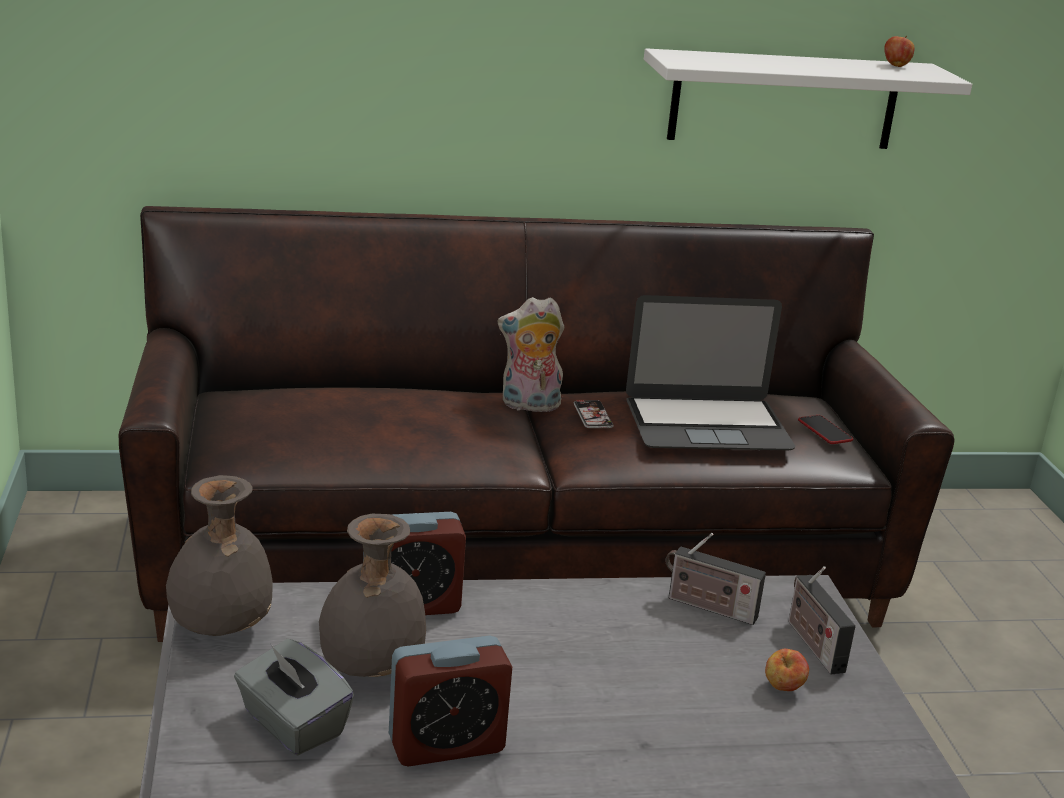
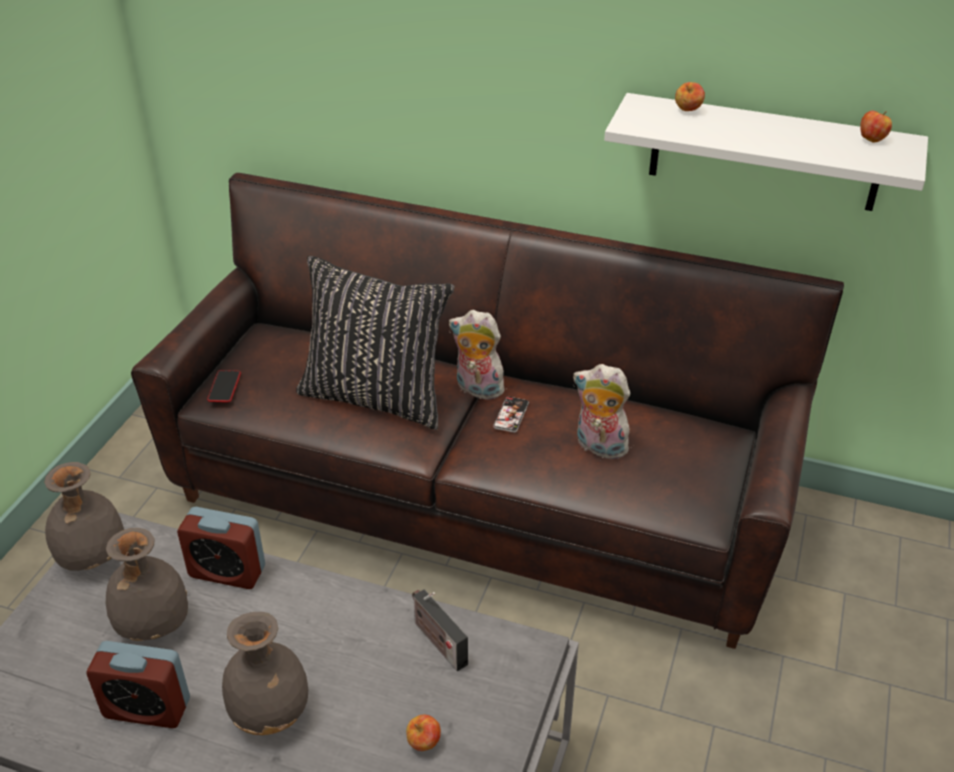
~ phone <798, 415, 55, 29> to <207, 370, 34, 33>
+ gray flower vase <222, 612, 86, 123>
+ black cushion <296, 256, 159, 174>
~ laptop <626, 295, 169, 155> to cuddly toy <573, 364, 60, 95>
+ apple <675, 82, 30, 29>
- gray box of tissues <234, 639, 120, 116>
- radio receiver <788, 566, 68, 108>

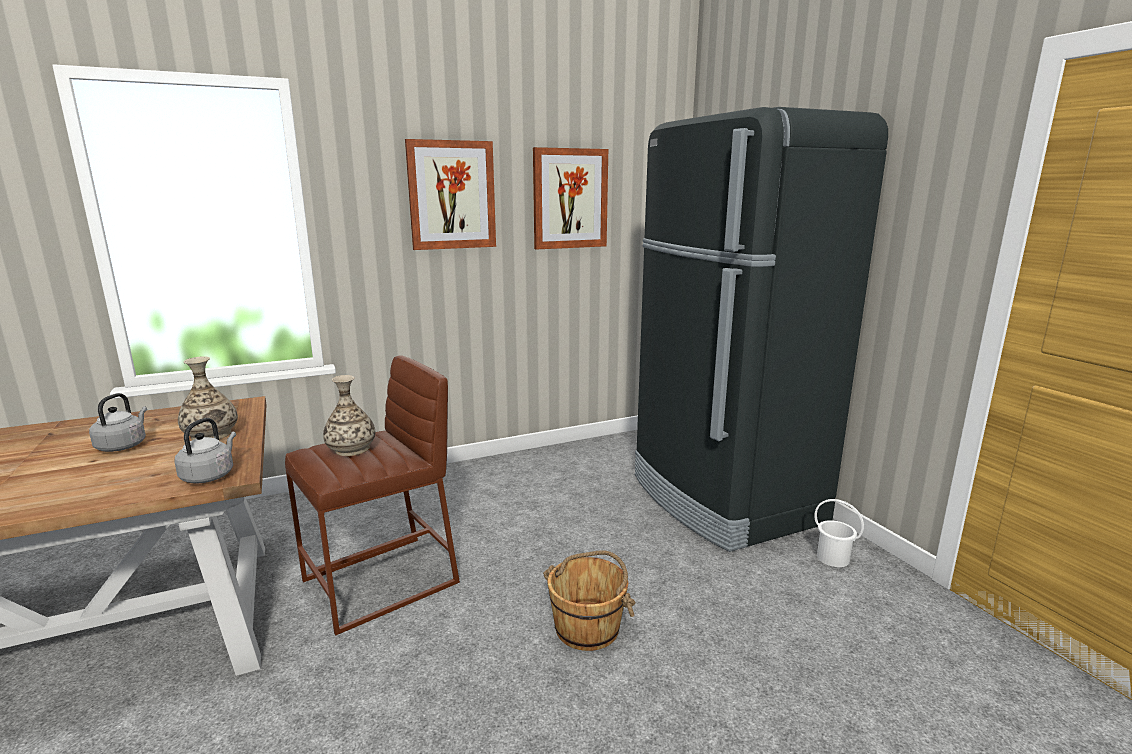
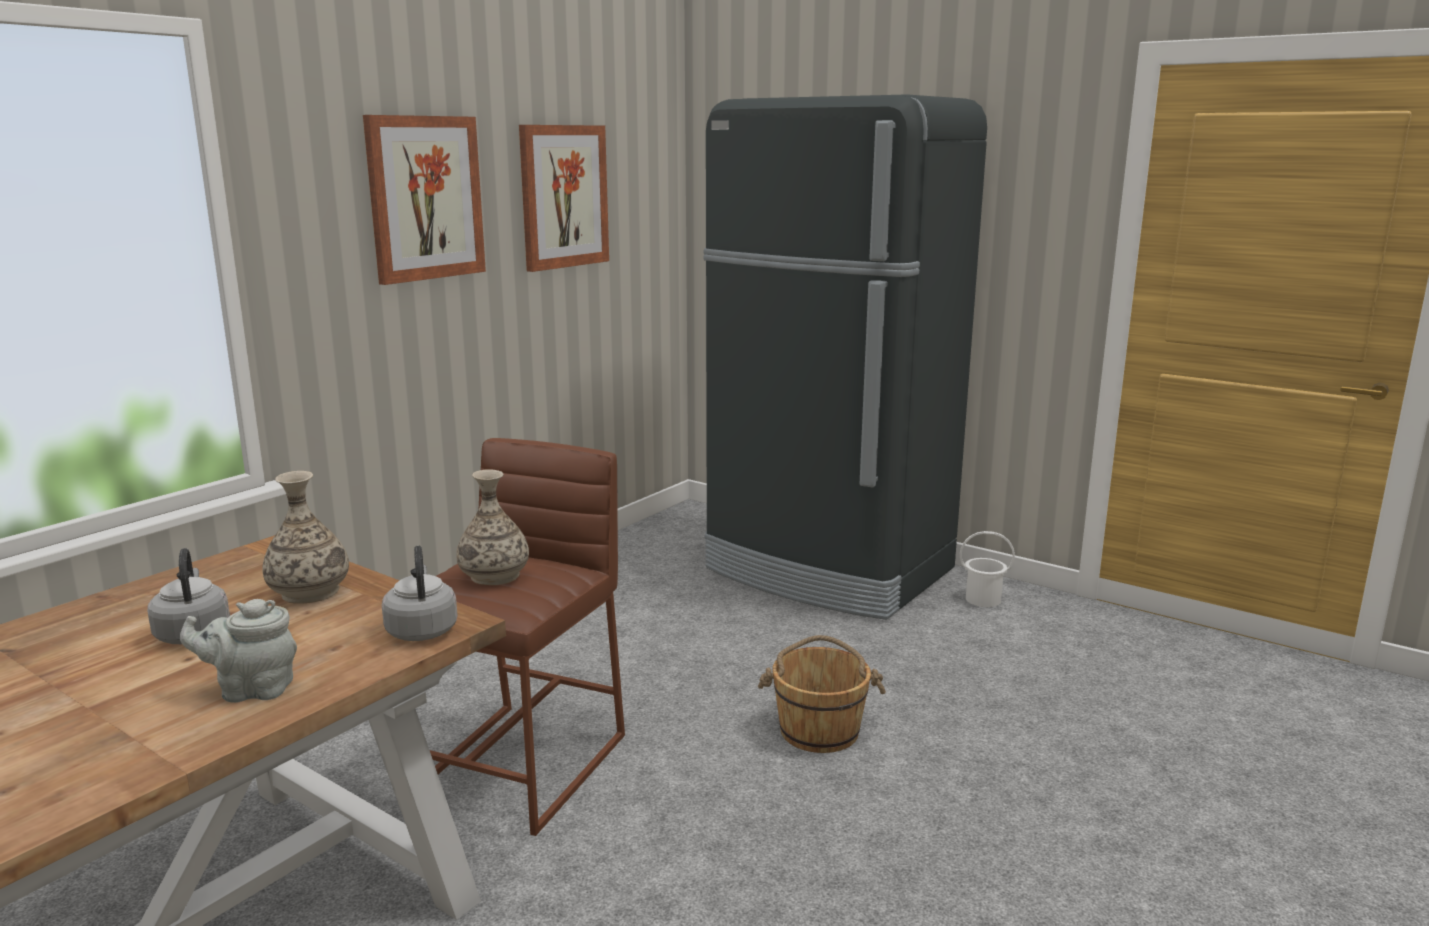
+ gray tea pot <180, 599, 117, 104>

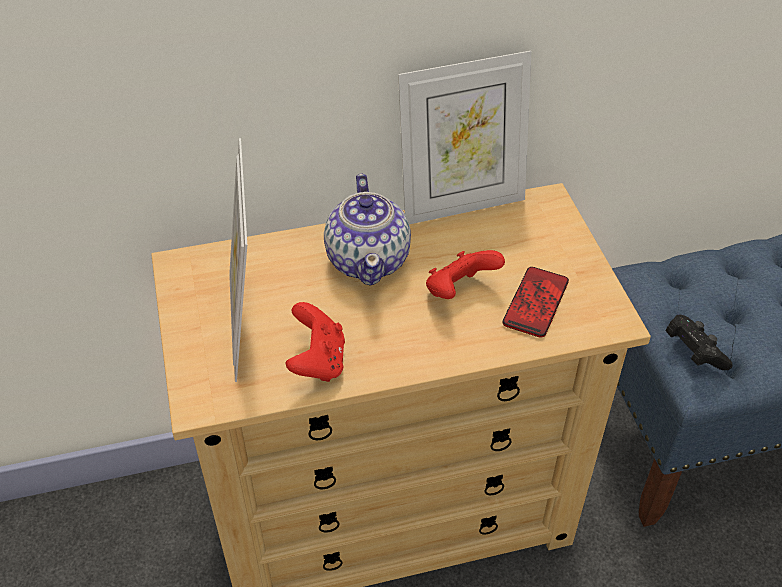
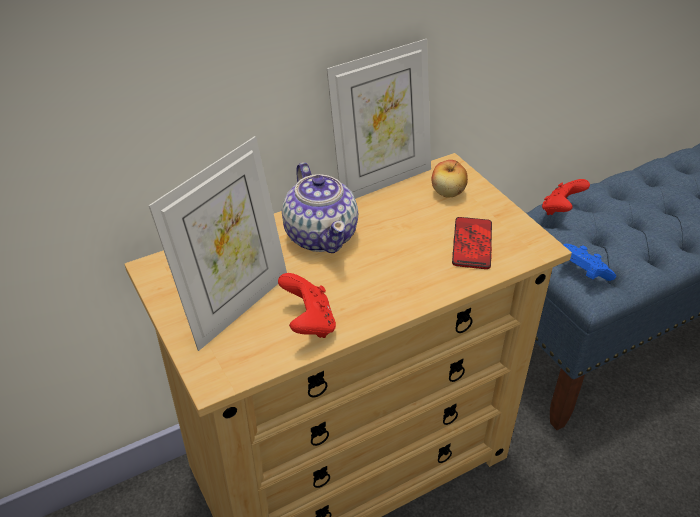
~ picture frame <229, 138, 18, 244> = <148, 136, 139, 215> 120 degrees counterclockwise
+ apple <432, 160, 36, 37>
~ reddish gamepad <426, 250, 79, 49> to <542, 179, 48, 36>
~ black gamepad <665, 315, 68, 55> to bluish gamepad <564, 244, 52, 37>

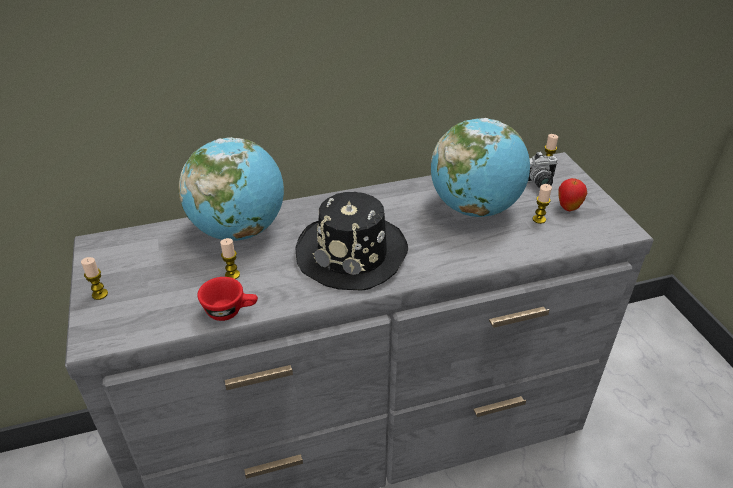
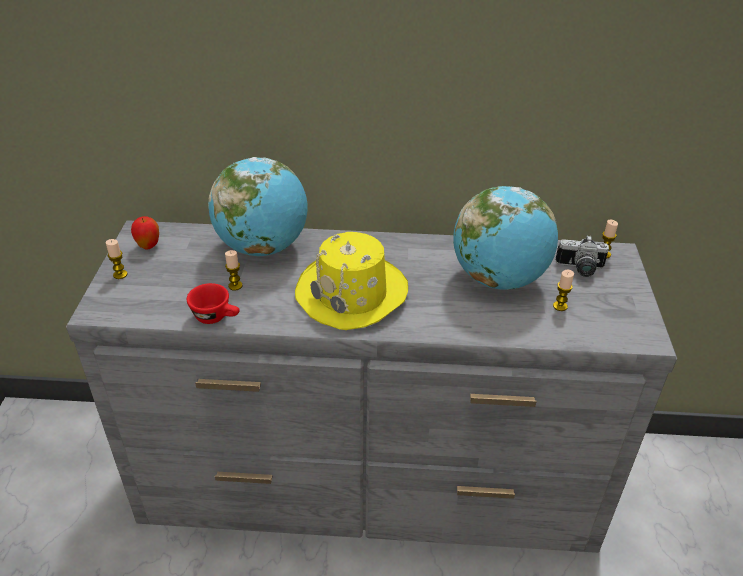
~ apple <558, 178, 29, 33> to <131, 216, 28, 34>
~ black hat <295, 192, 113, 99> to yellowish hat <295, 232, 113, 98>

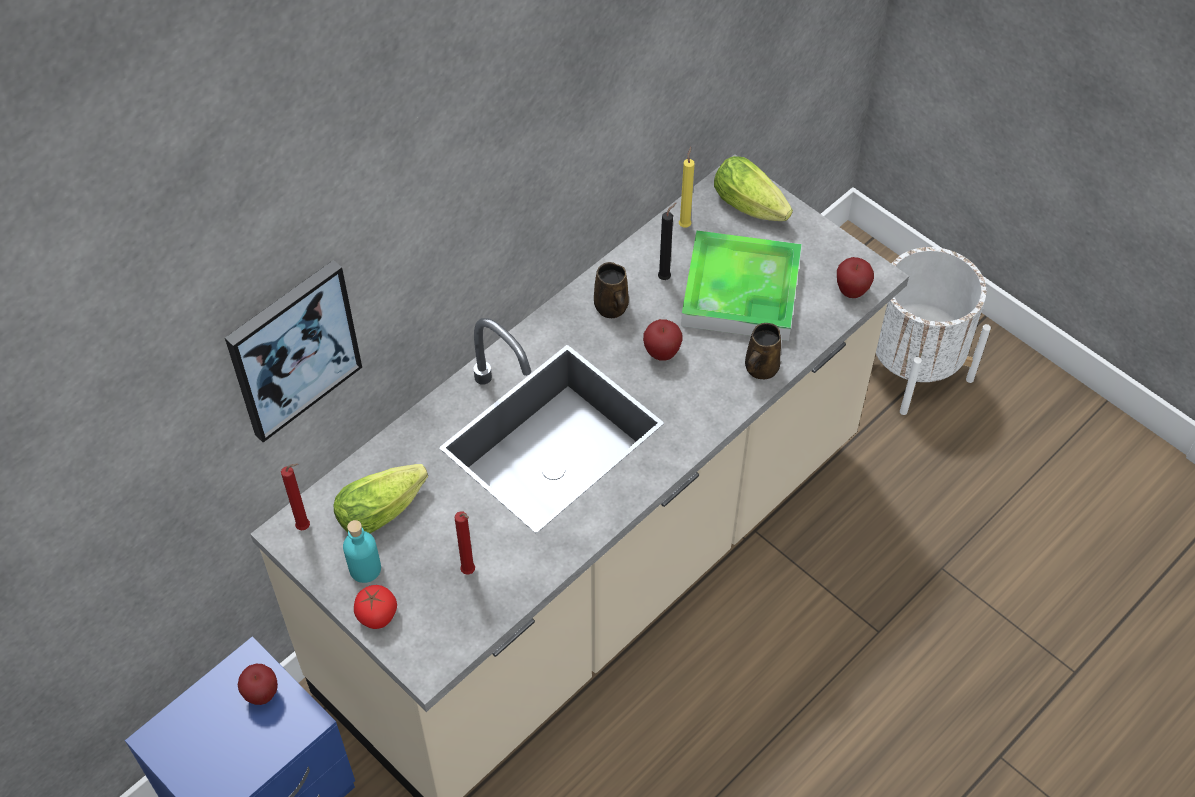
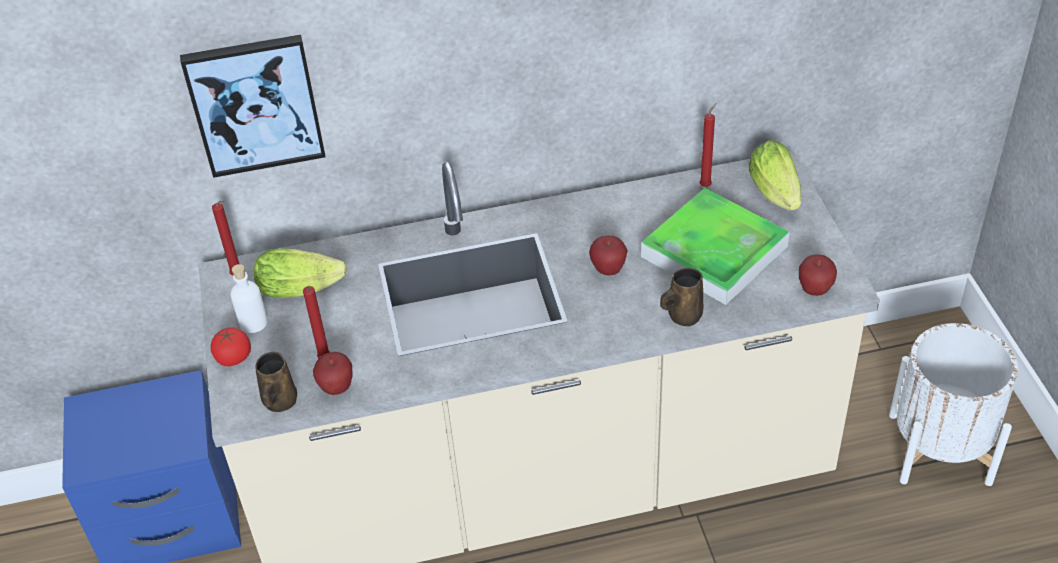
~ turquoise-coloured beverage bottle <343, 520, 38, 63> to white beverage bottle <230, 264, 38, 69>
~ brownish mug <594, 262, 35, 56> to <255, 352, 42, 60>
~ apple <238, 664, 40, 41> to <313, 352, 39, 43>
~ yellowish candle <679, 147, 16, 81> to reddish candle <699, 103, 18, 84>
- black candle <658, 202, 19, 78>

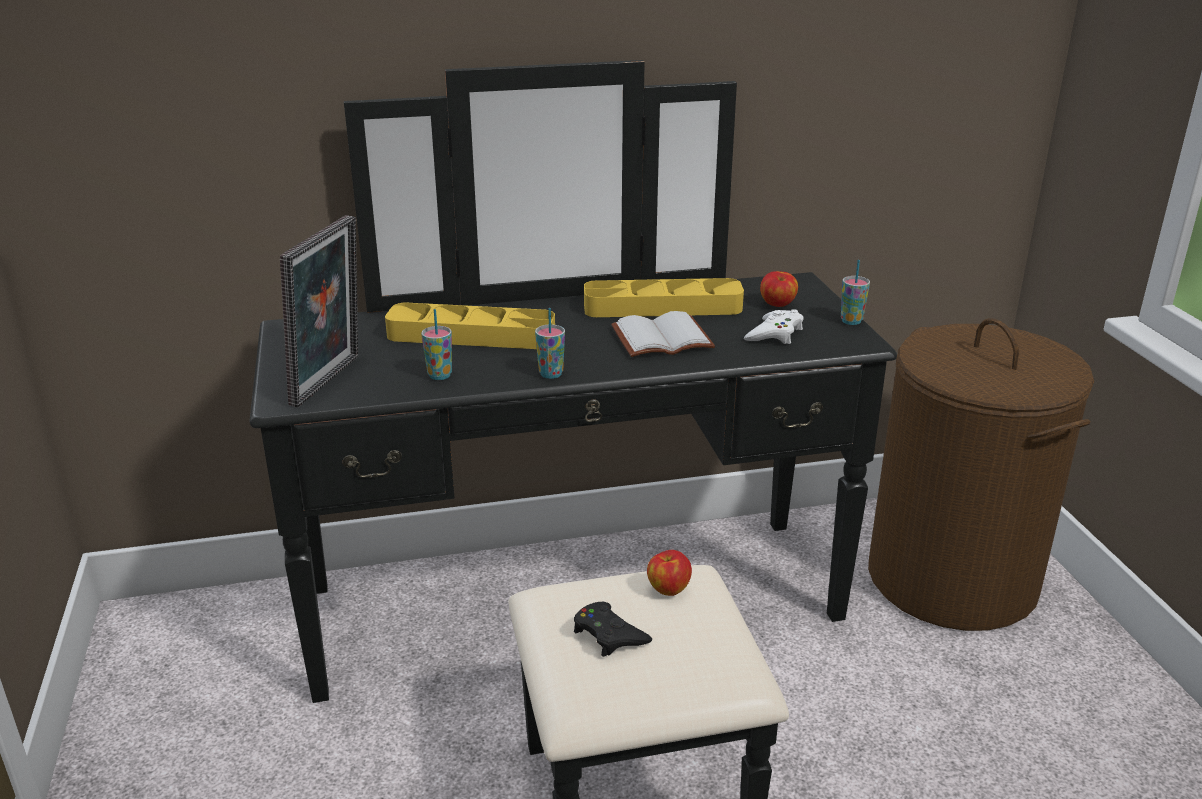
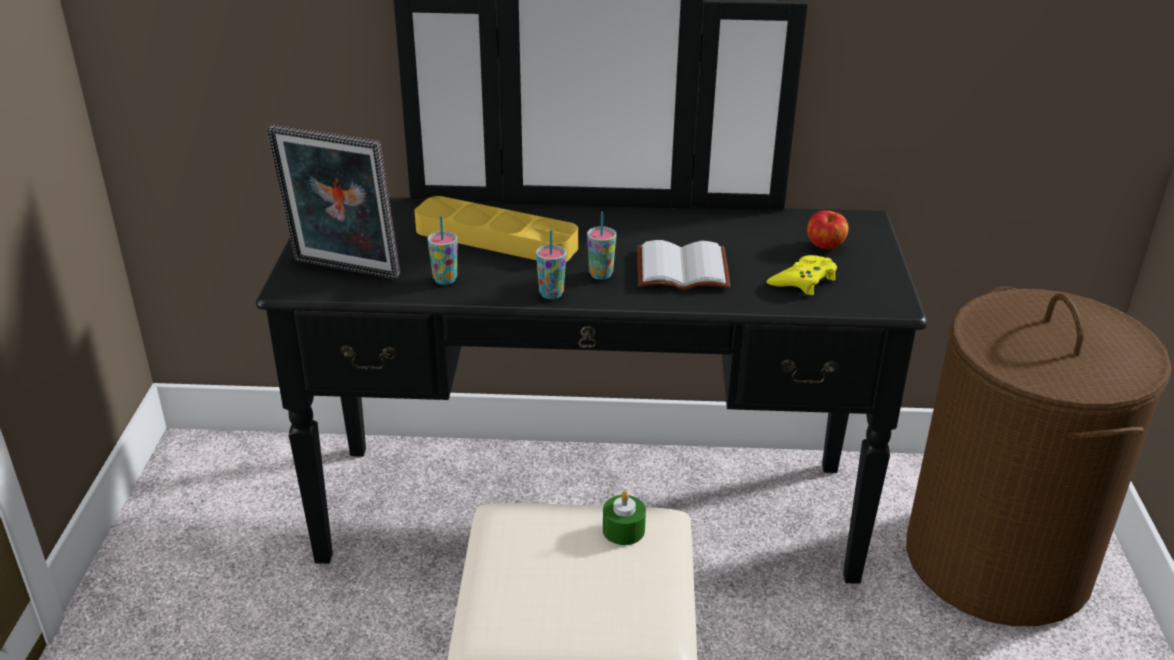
~ picture frame <280, 215, 78, 193> = <267, 124, 133, 155> 75 degrees clockwise
~ cup <841, 260, 29, 65> to <587, 212, 29, 68>
~ apple <647, 550, 45, 46> to green-coloured candle <603, 491, 43, 54>
~ white gamepad <744, 309, 60, 35> to yellowish gamepad <767, 255, 70, 40>
- black gamepad <574, 602, 78, 55>
- yellowish tray <584, 278, 160, 39>

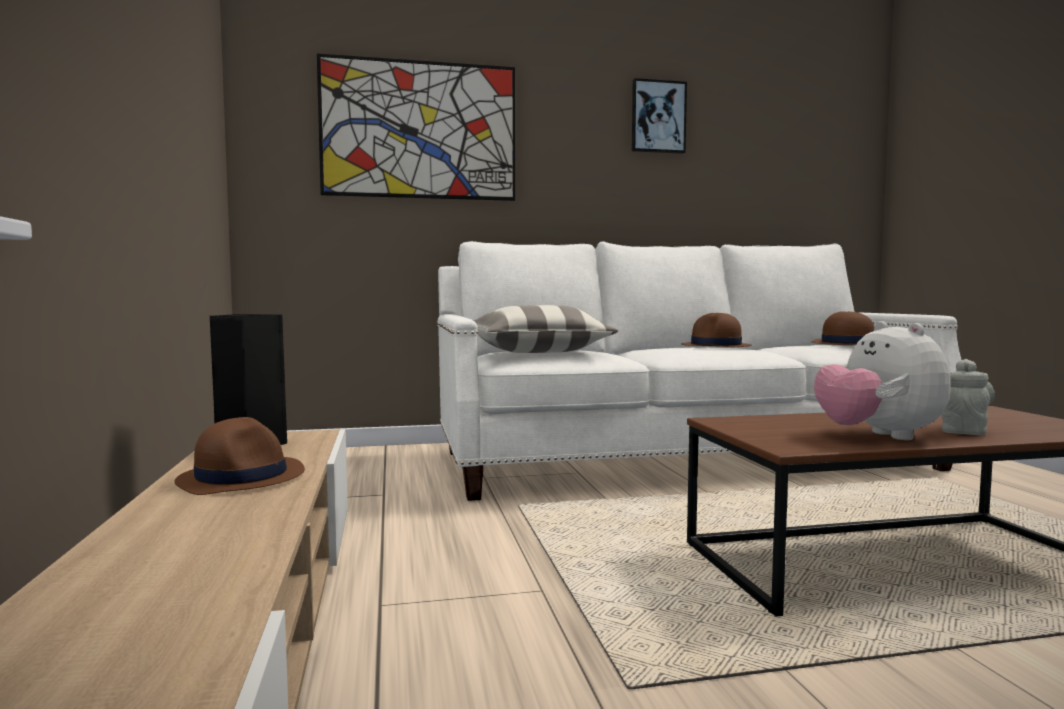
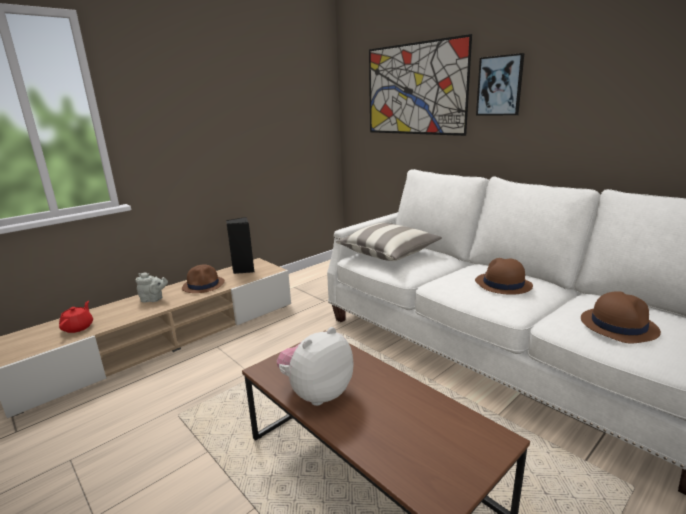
+ reddish tea pot <59, 301, 34, 32>
~ gray tea pot <942, 359, 53, 76> to <136, 272, 32, 31>
~ wall art <632, 78, 55, 76> to <476, 53, 48, 62>

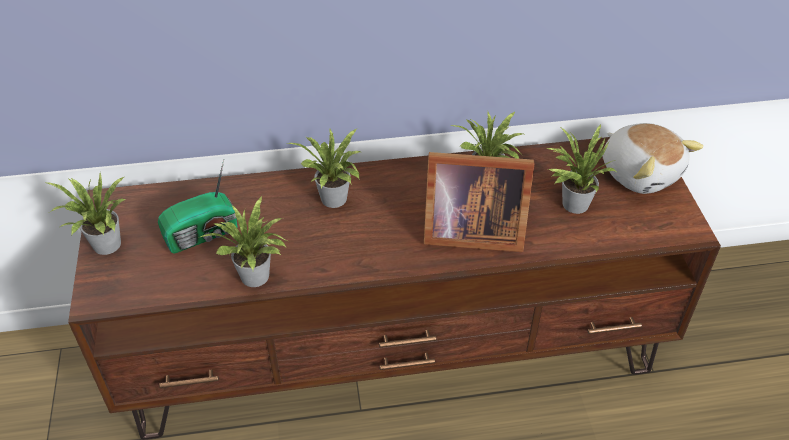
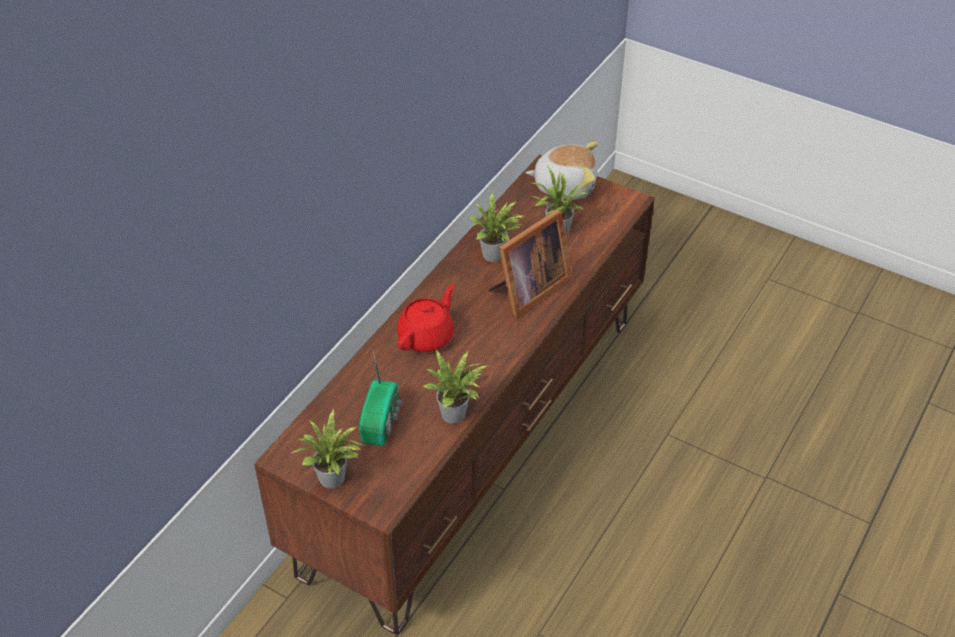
~ plant in a pot <288, 128, 73, 80> to reddish tea pot <397, 284, 57, 68>

